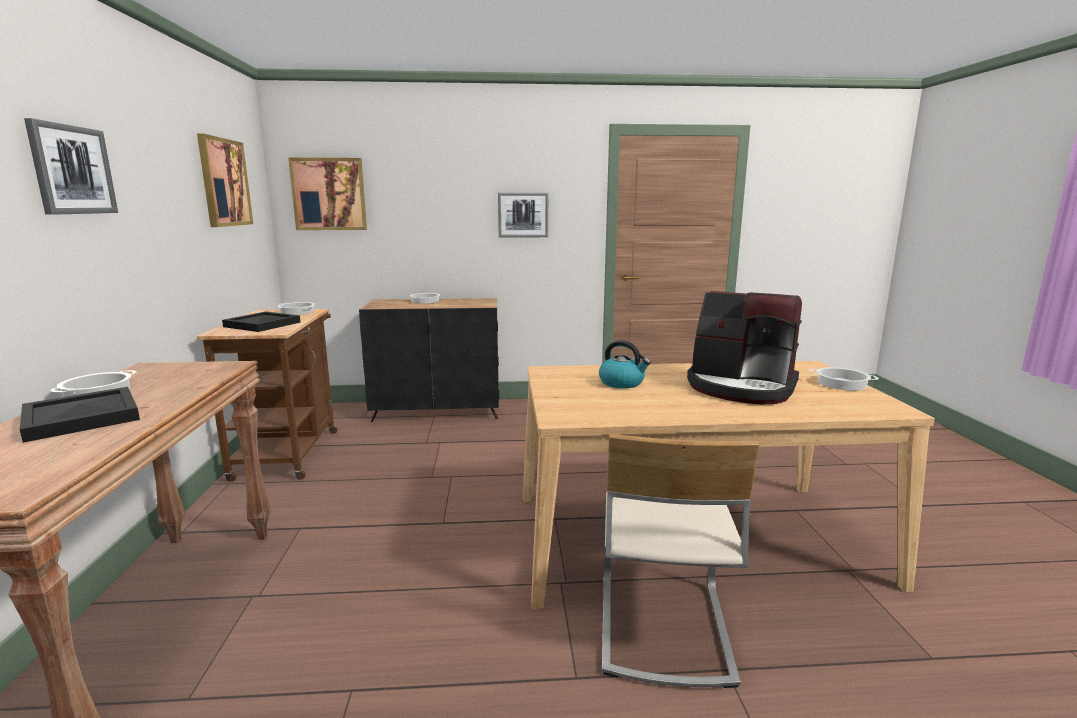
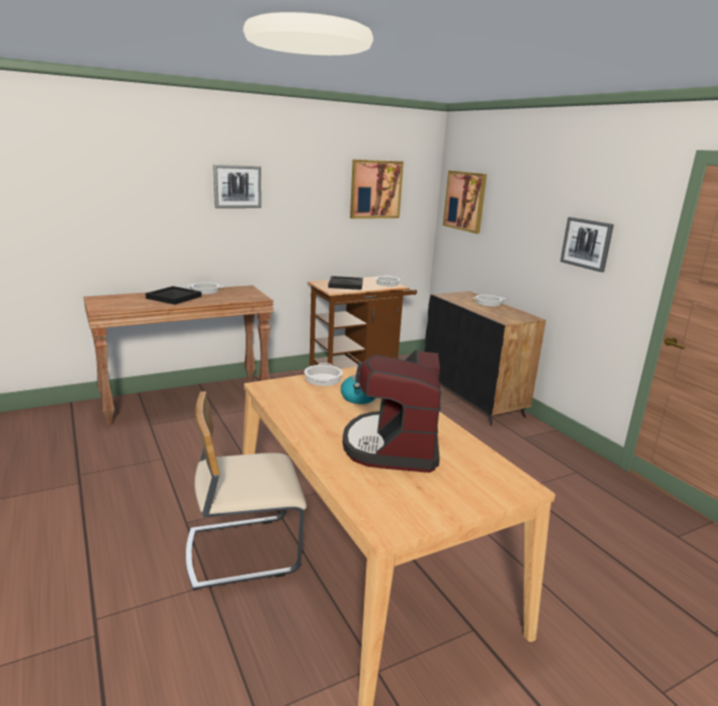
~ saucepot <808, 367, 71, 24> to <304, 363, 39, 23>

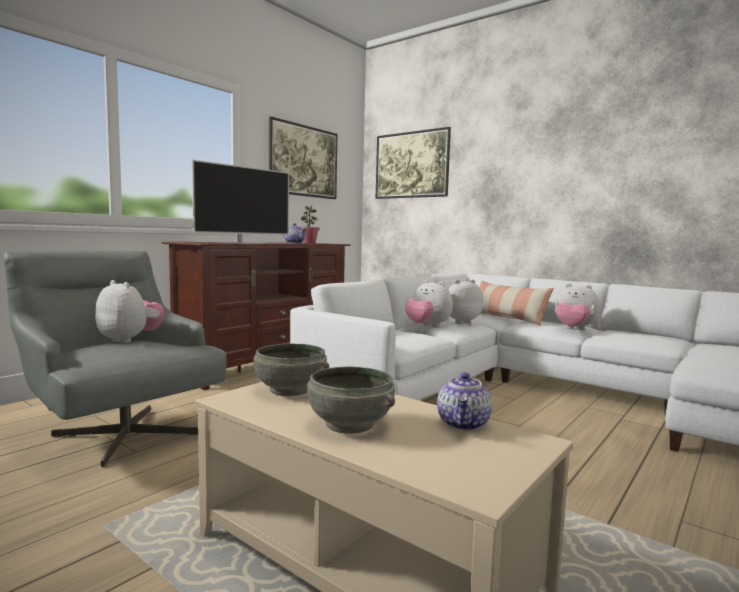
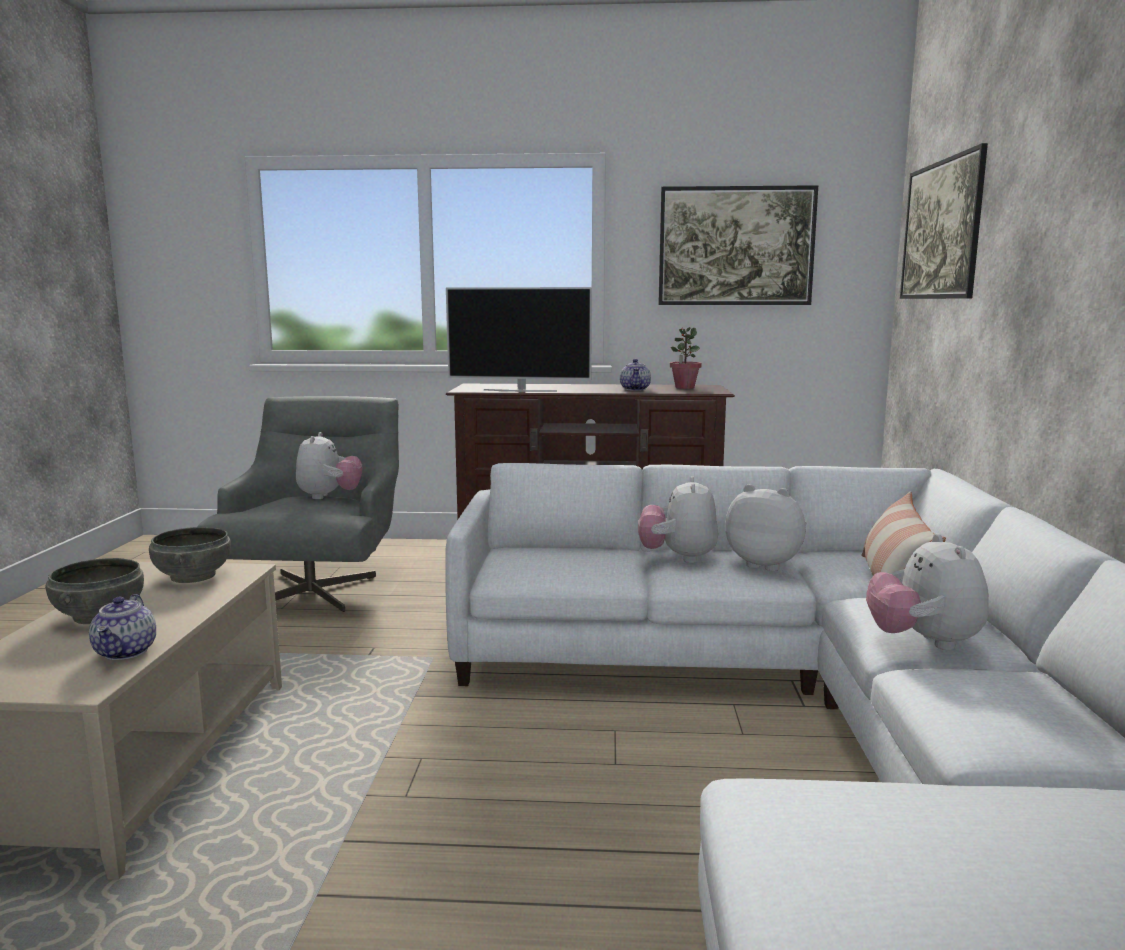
~ tea pot <437, 373, 55, 58> = <89, 594, 67, 66> 75 degrees counterclockwise

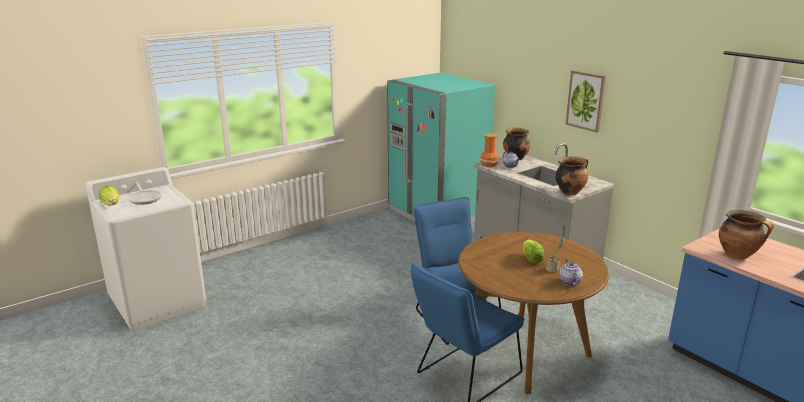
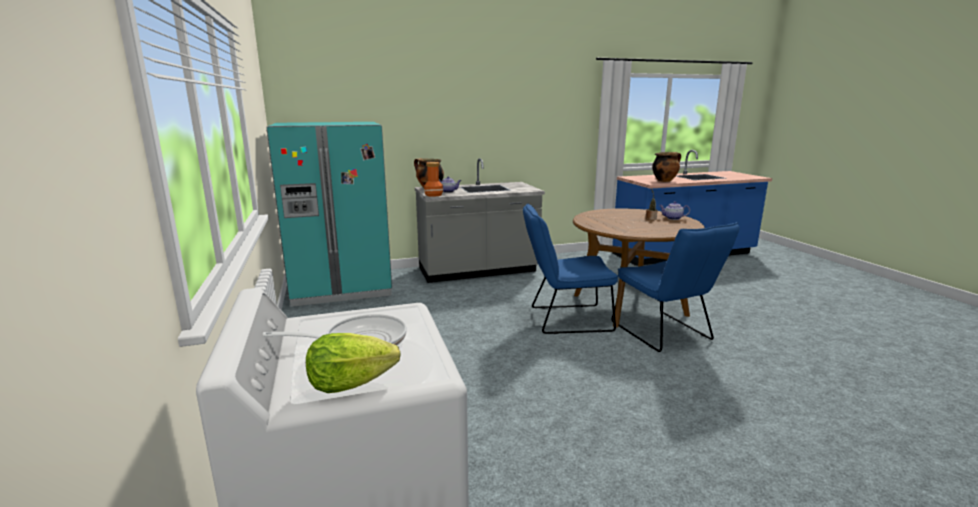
- lettuce head <523, 240, 21, 23>
- saucepot <555, 156, 33, 39>
- wall art <566, 70, 40, 62>

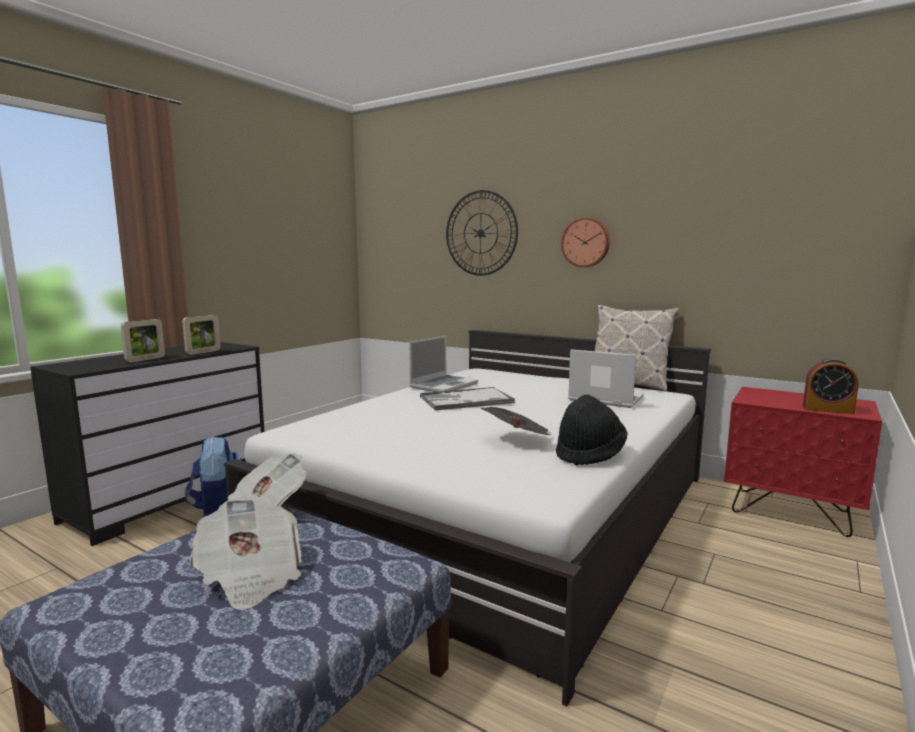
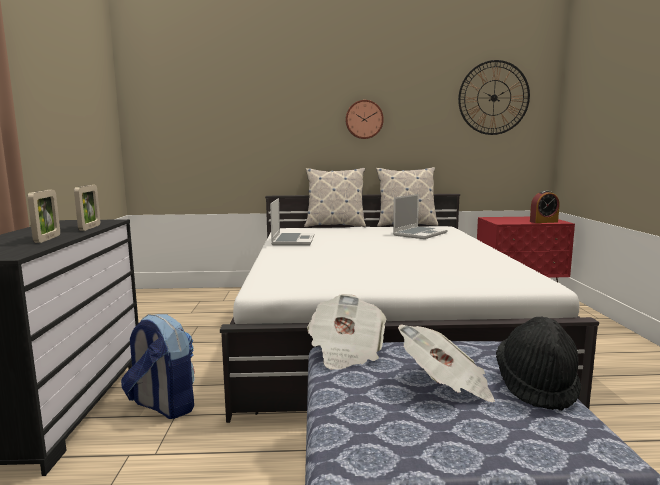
+ cushion <304, 168, 62, 59>
~ laptop <568, 349, 76, 59> = <393, 194, 55, 45> 135 degrees clockwise
~ hanging clock <446, 190, 72, 86> to <458, 60, 72, 75>
~ black hat <556, 395, 72, 71> to <496, 317, 85, 94>
- tray <420, 387, 95, 23>
- newspaper <480, 407, 70, 28>

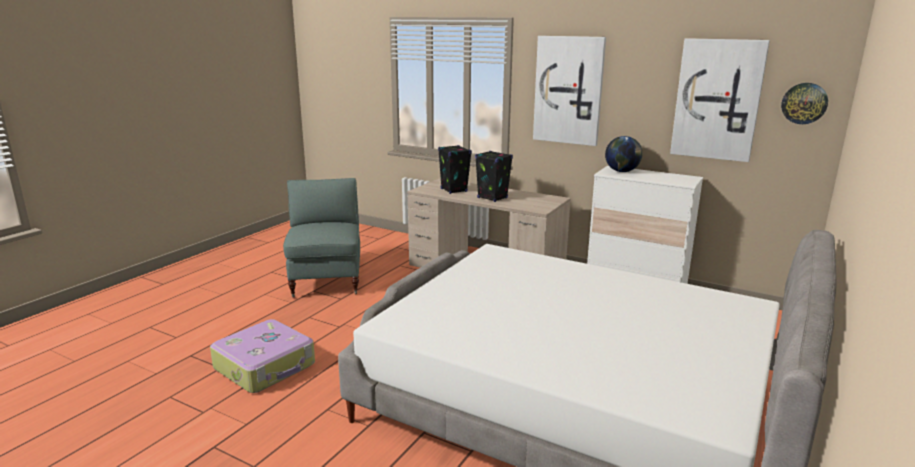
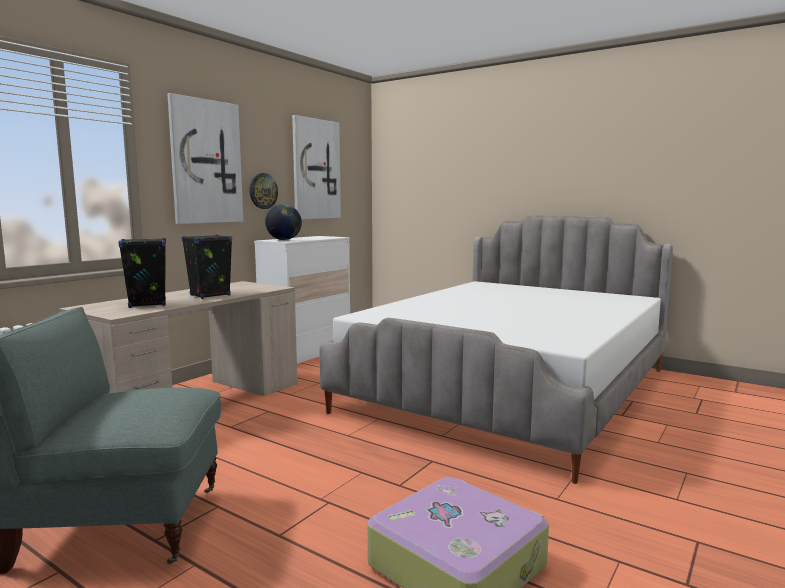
~ hanging clock <781, 83, 47, 41> to <249, 173, 29, 36>

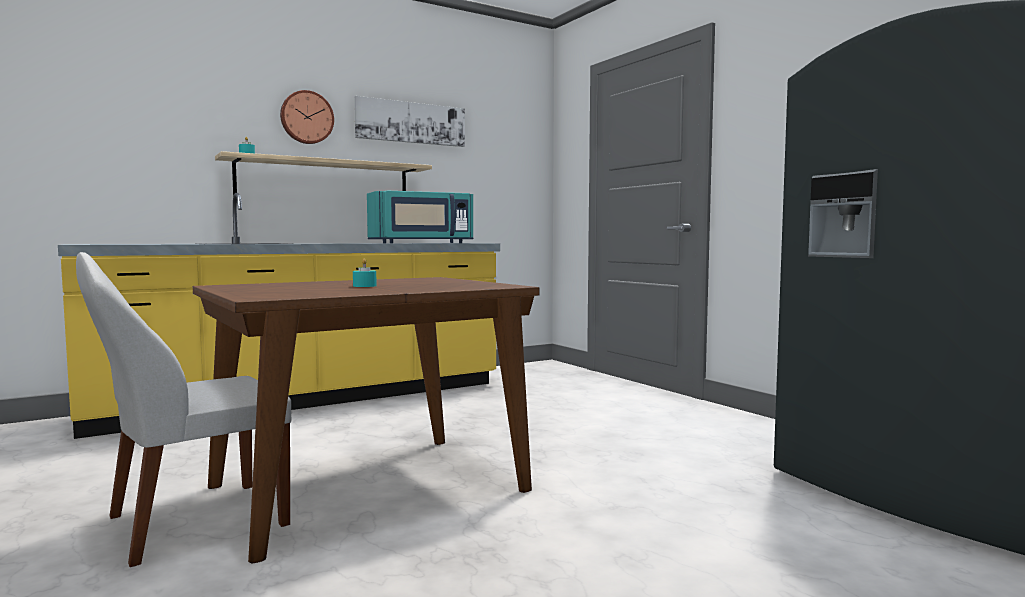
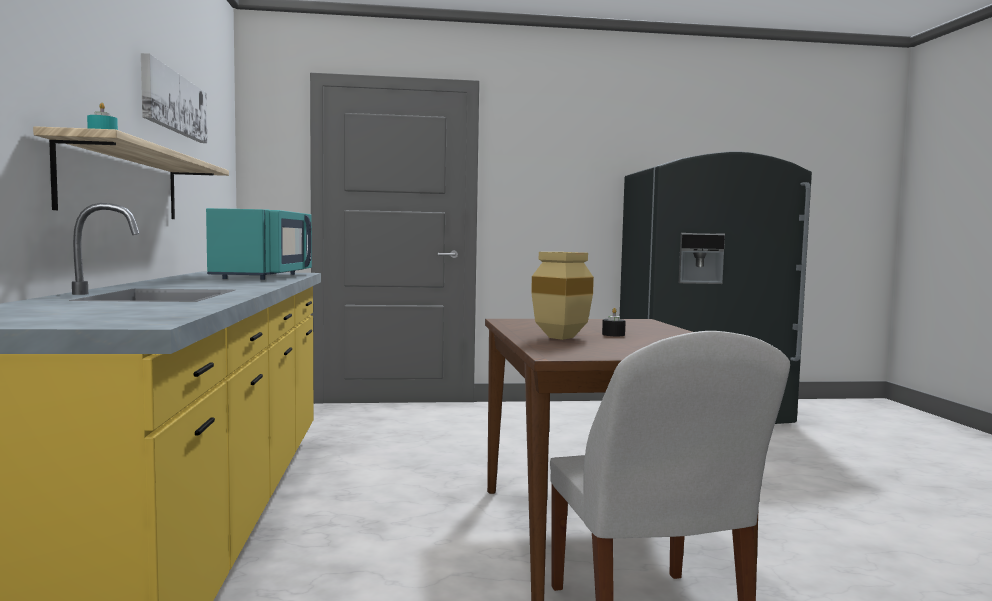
+ beige flower vase <531, 252, 63, 88>
~ turquoise-coloured candle <353, 258, 24, 29> to black candle <602, 308, 24, 28>
- hanging clock <280, 90, 54, 54>

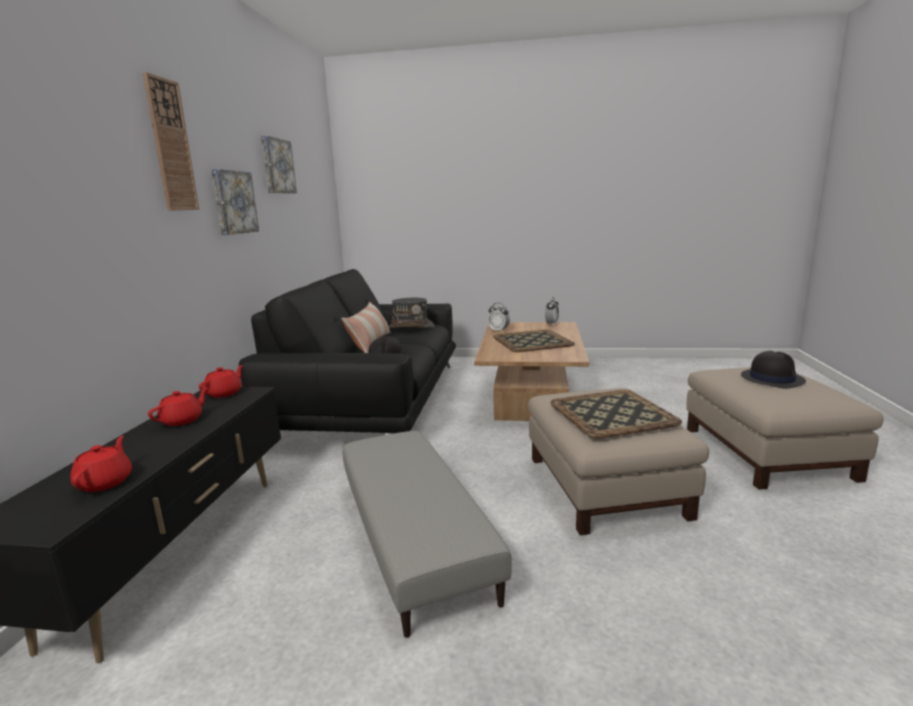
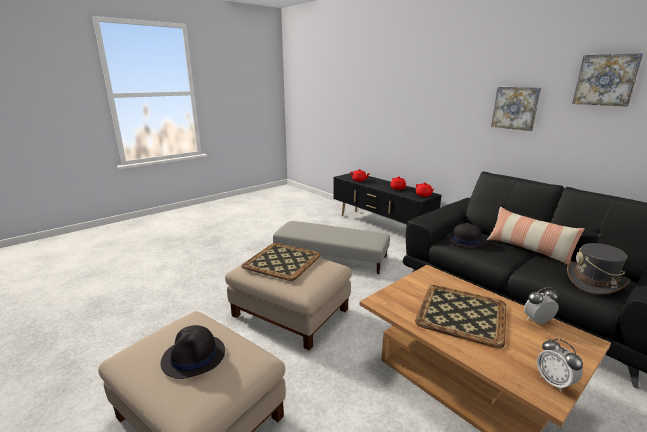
- hanging clock <142, 72, 57, 139>

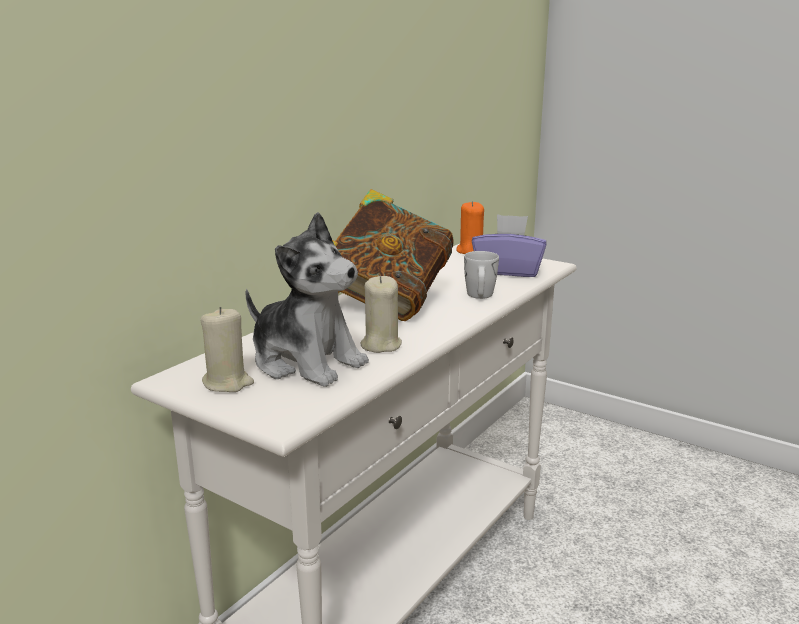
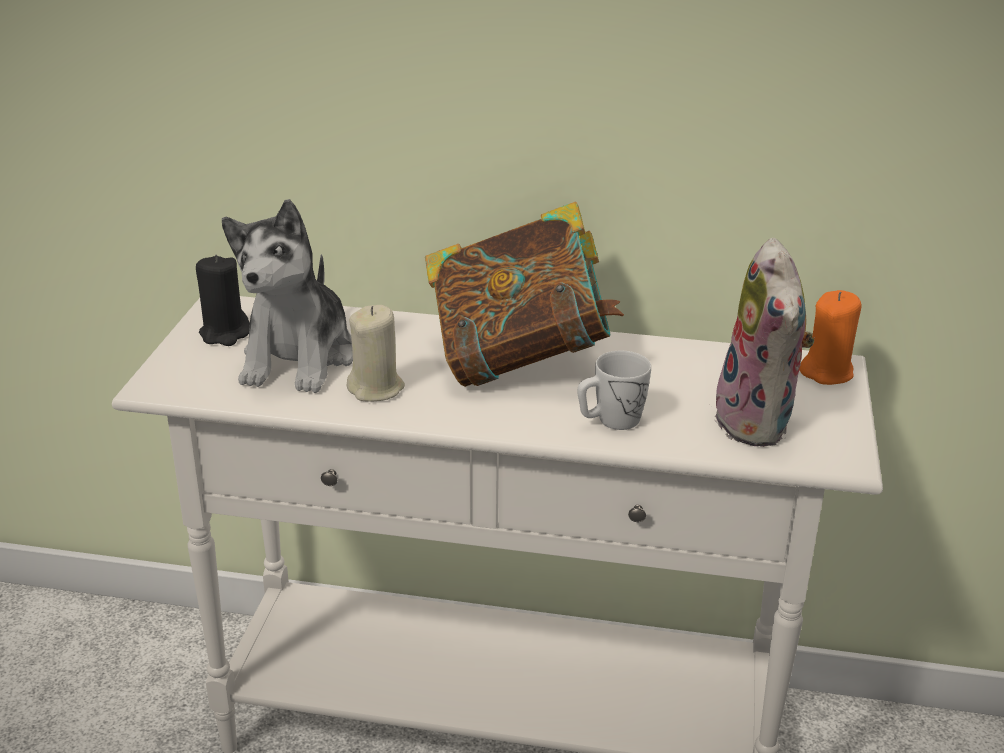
~ beige candle <201, 307, 53, 85> to black candle <196, 255, 54, 91>
~ purple box of tissues <472, 214, 75, 63> to cuddly toy <714, 238, 101, 209>

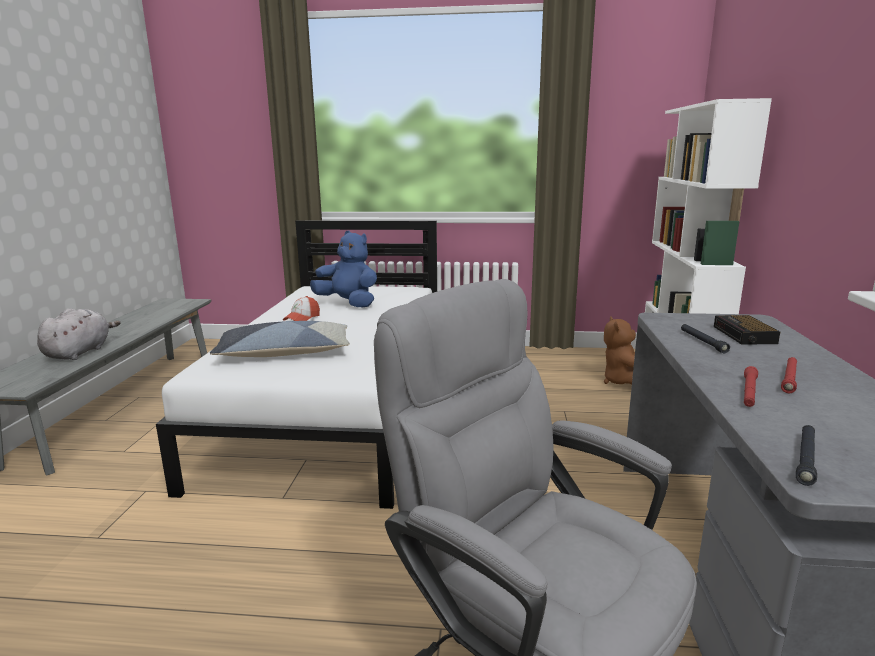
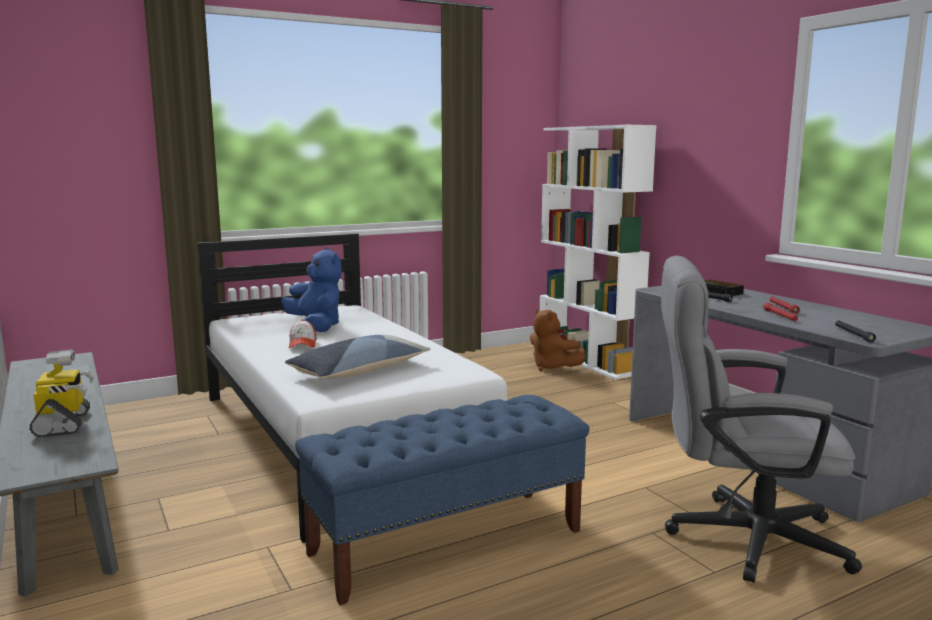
~ gray cuddly toy <37, 308, 84, 52> to model robot <29, 350, 65, 87>
~ bluish cuddly toy <310, 230, 67, 78> = <282, 247, 60, 85> 60 degrees clockwise
+ bluish indoor bench <295, 395, 295, 210>

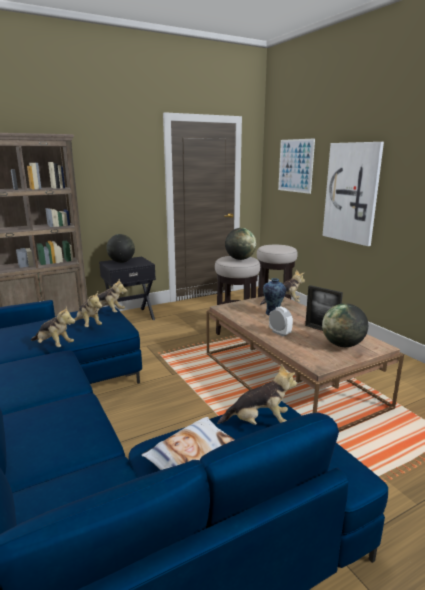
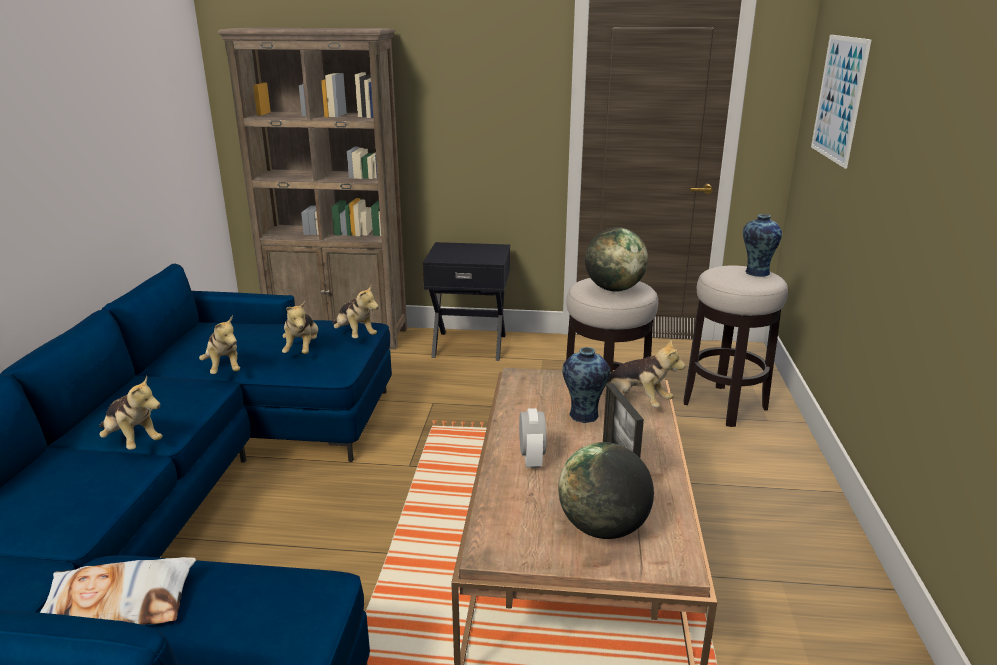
~ cuddly toy <217, 364, 80, 61> to <99, 375, 64, 75>
+ flower vase <743, 214, 39, 63>
- globe <106, 234, 29, 29>
- wall art <323, 142, 61, 104>

